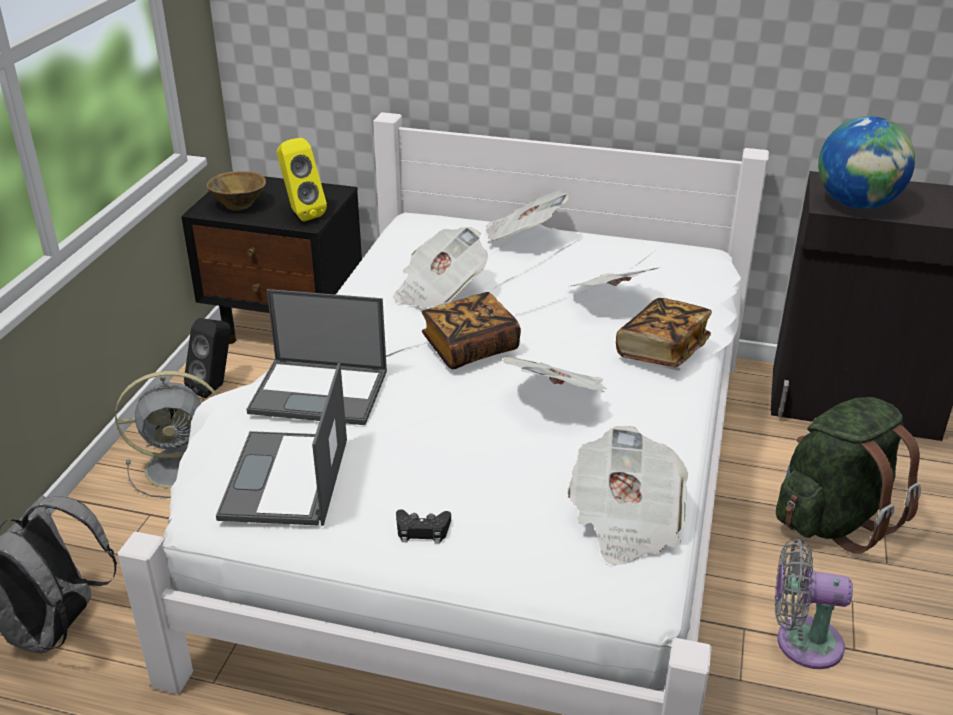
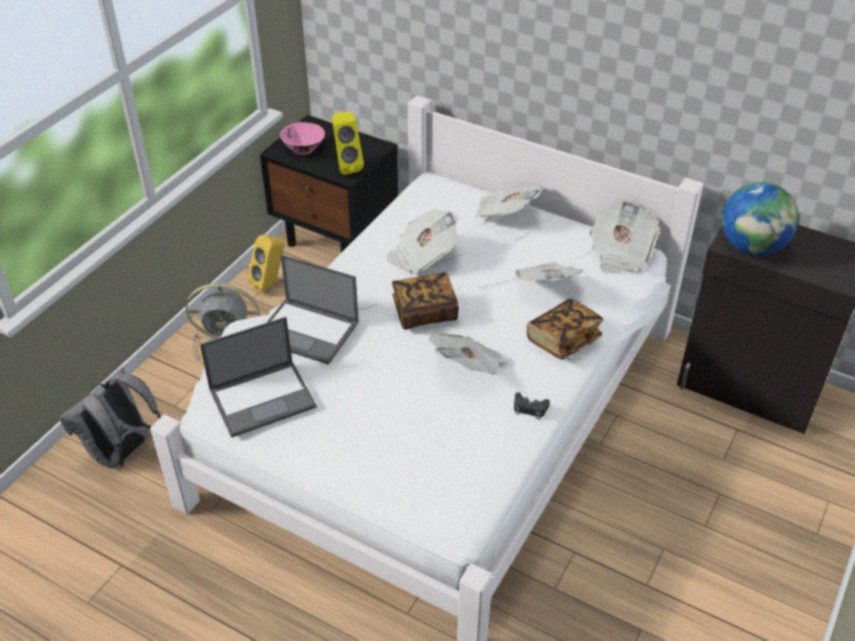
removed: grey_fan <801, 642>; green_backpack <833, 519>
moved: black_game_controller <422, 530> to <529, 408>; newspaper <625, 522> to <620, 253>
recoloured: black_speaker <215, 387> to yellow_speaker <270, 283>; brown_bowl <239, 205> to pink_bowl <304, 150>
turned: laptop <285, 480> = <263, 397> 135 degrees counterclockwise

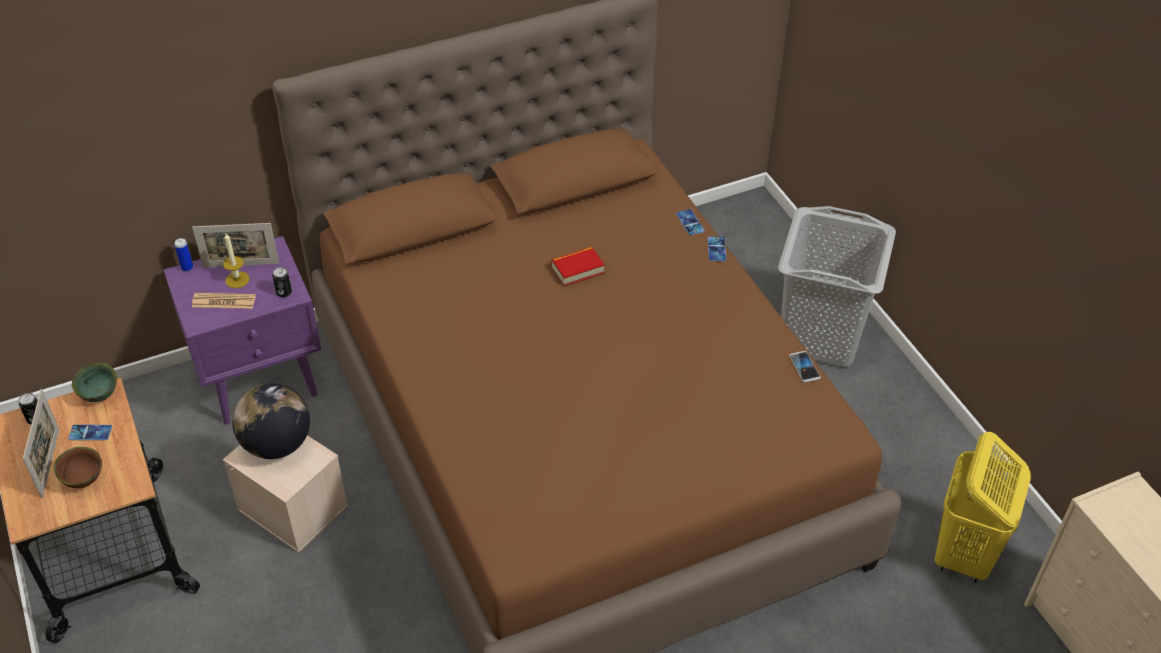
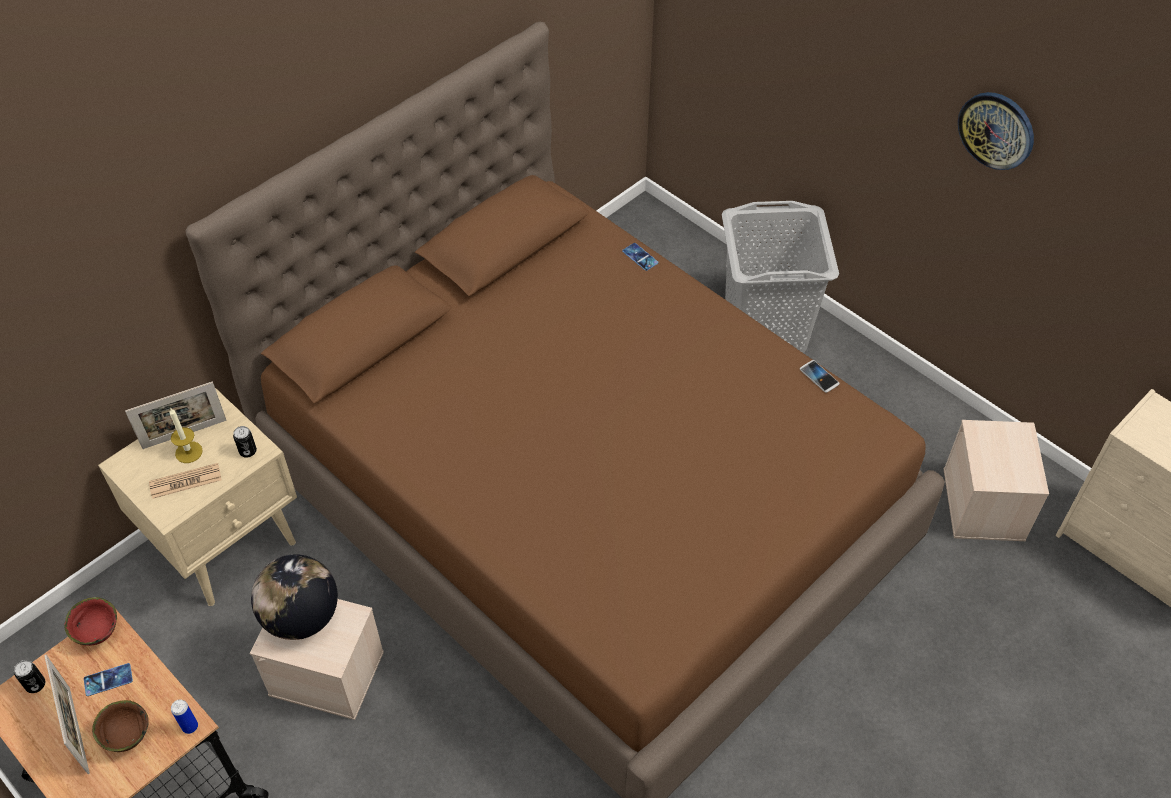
removed: book <577, 270>; phone <716, 249>
added: wall_clock <996, 130>
moved: can <187, 268> to <190, 726>
replaced: yellow_laundry_basket <963, 554> to beige_storage_box <984, 505>
recoloured: green_bowl <101, 395> to red_bowl <99, 632>; purple_nightstand <262, 379> to beige_nightstand <228, 544>

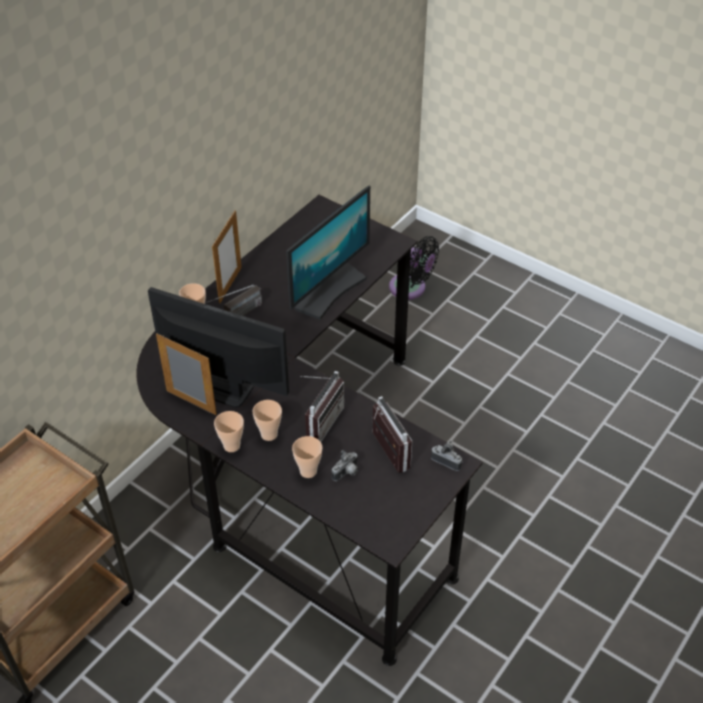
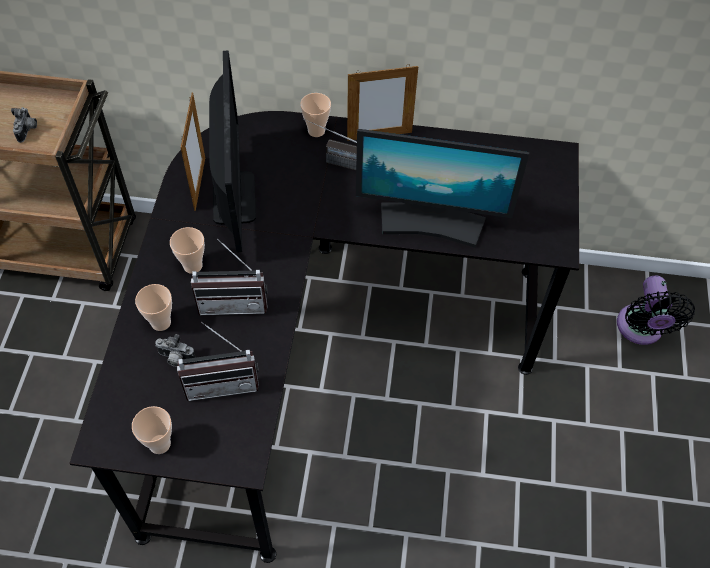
moved: cup <231, 446> to <159, 444>; photo_camera <447, 461> to <28, 131>
turned: radio <384, 452> = <222, 381> 45 degrees clockwise

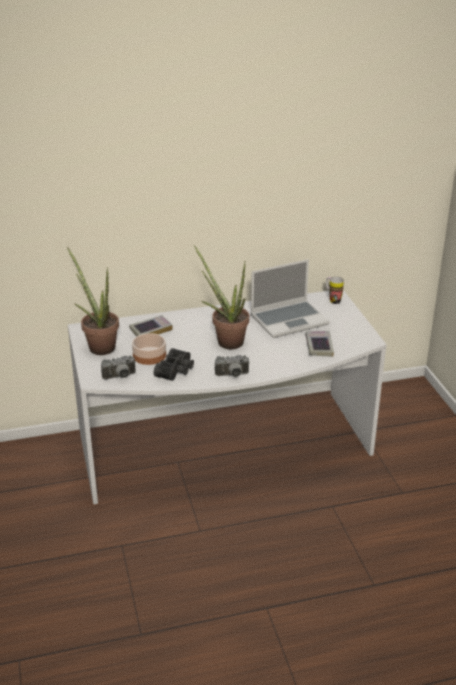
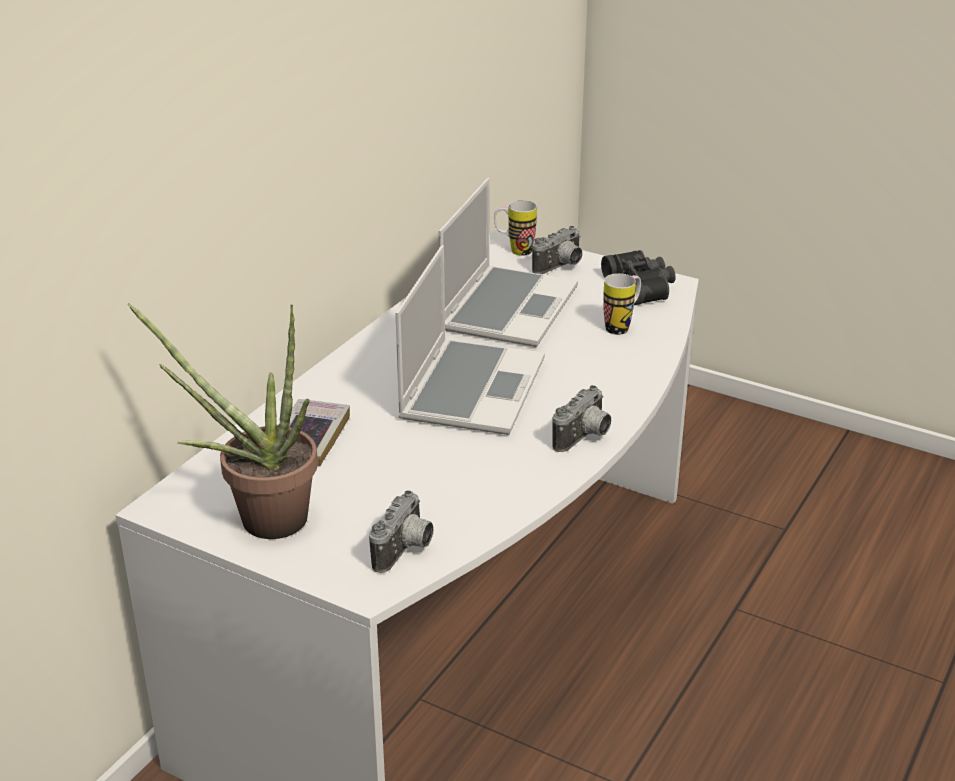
removed: bowl <150, 356>
added: photo_camera <561, 267>
moved: black_binoculars <176, 370> to <641, 287>
replaced: potted_plant <225, 340> to laptop <471, 389>; book <319, 346> to mug <622, 326>

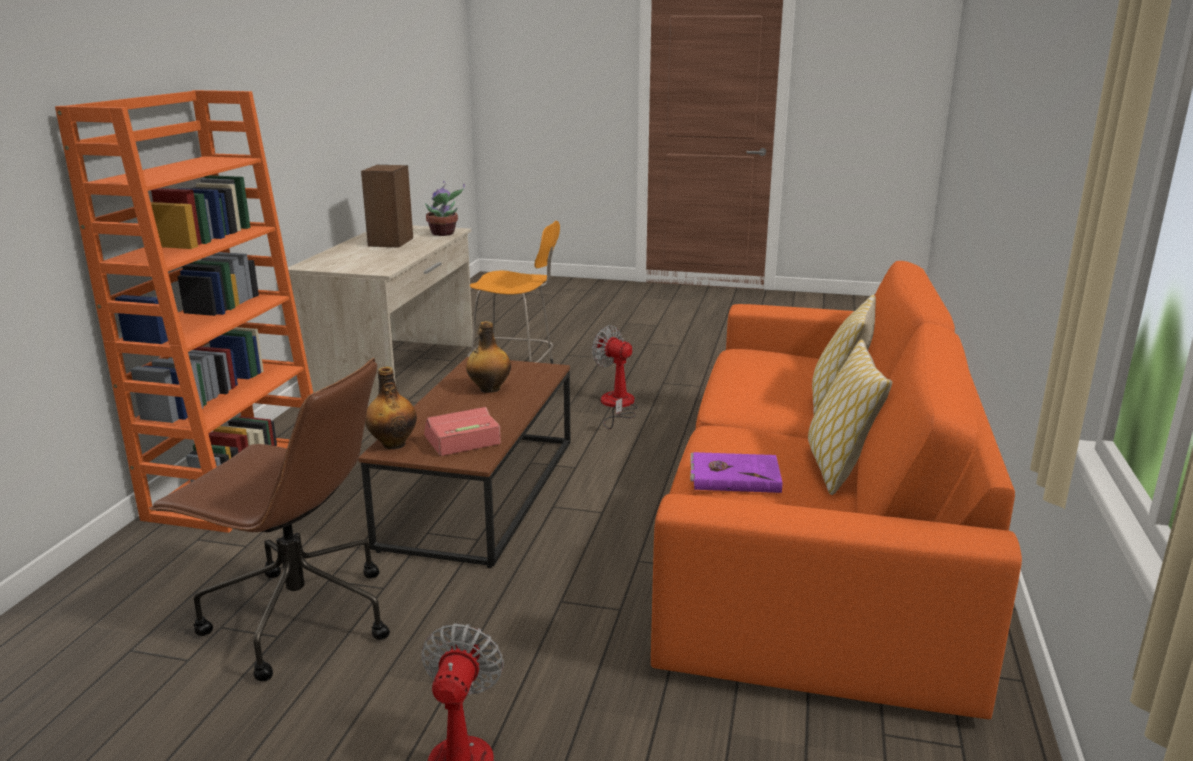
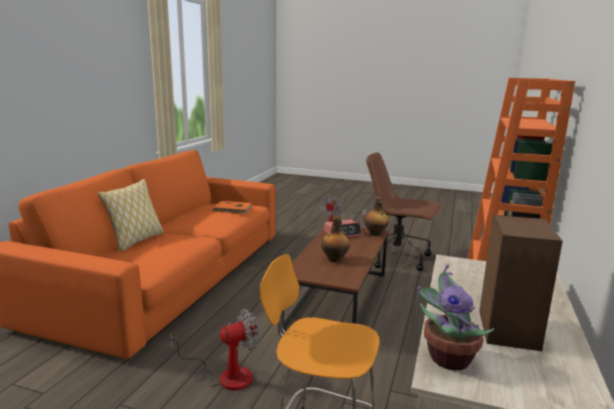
removed: pillow <838, 468>
recoloured: purple_book <734, 476> to orange_book <232, 209>
turned: fan <617, 406> = <225, 376> 75 degrees counterclockwise

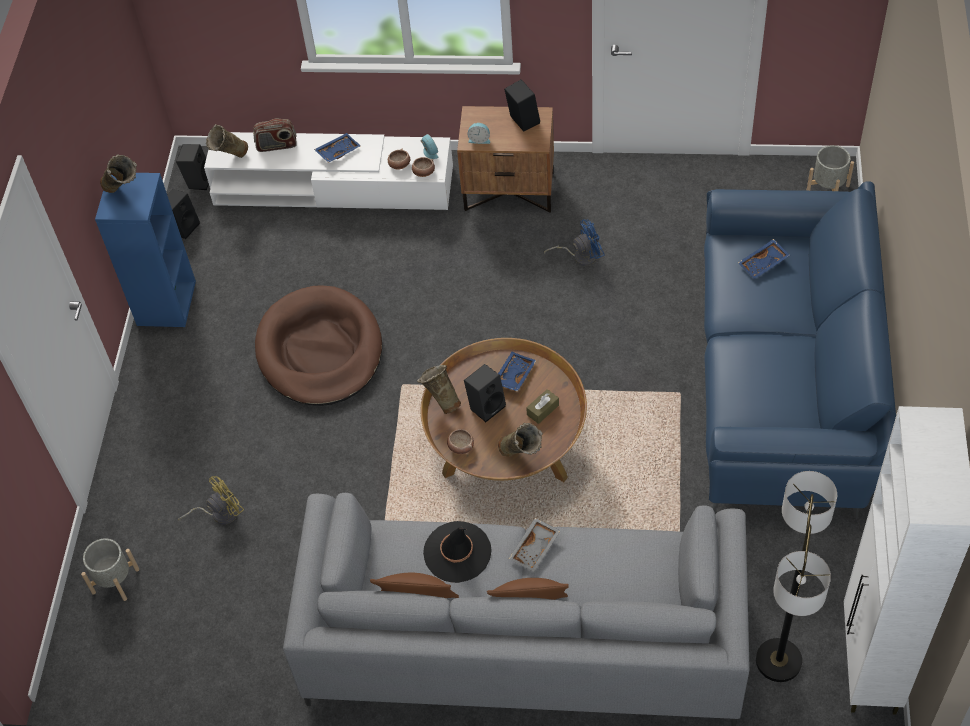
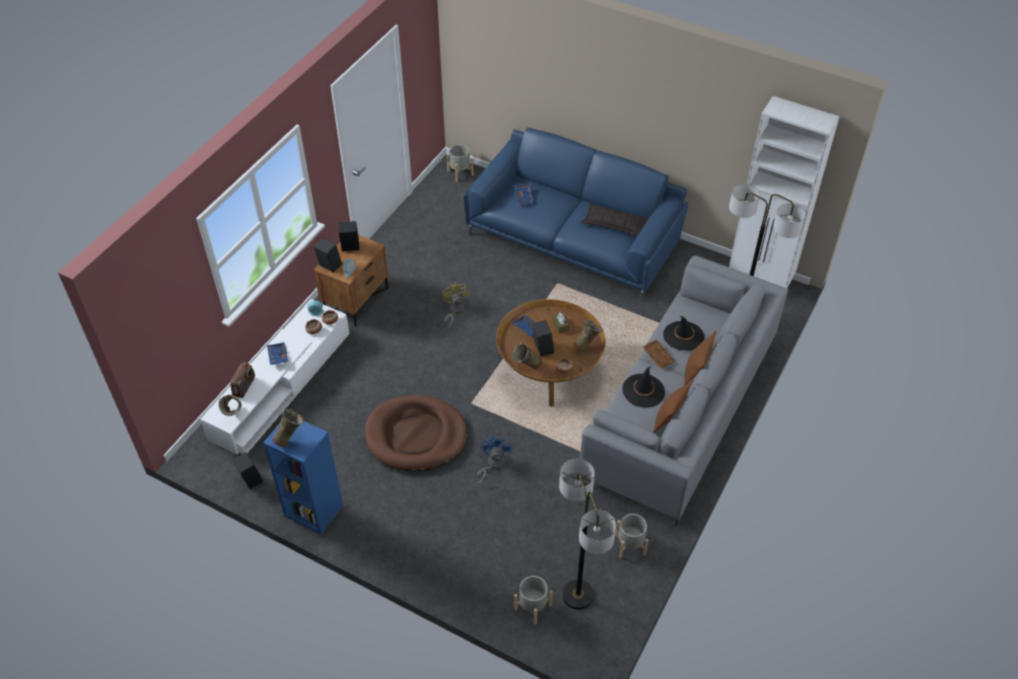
added: floor_lamp <578, 595>; pillow <615, 224>; grey_planter <630, 545>; black_hat <683, 336>
moved: black_speaker <198, 180> to <328, 266>; yellow_fan <219, 513> to <455, 311>; blue_fan <580, 256> to <493, 464>
recoloured: grey_tray <535, 549> to brown_tray <658, 356>

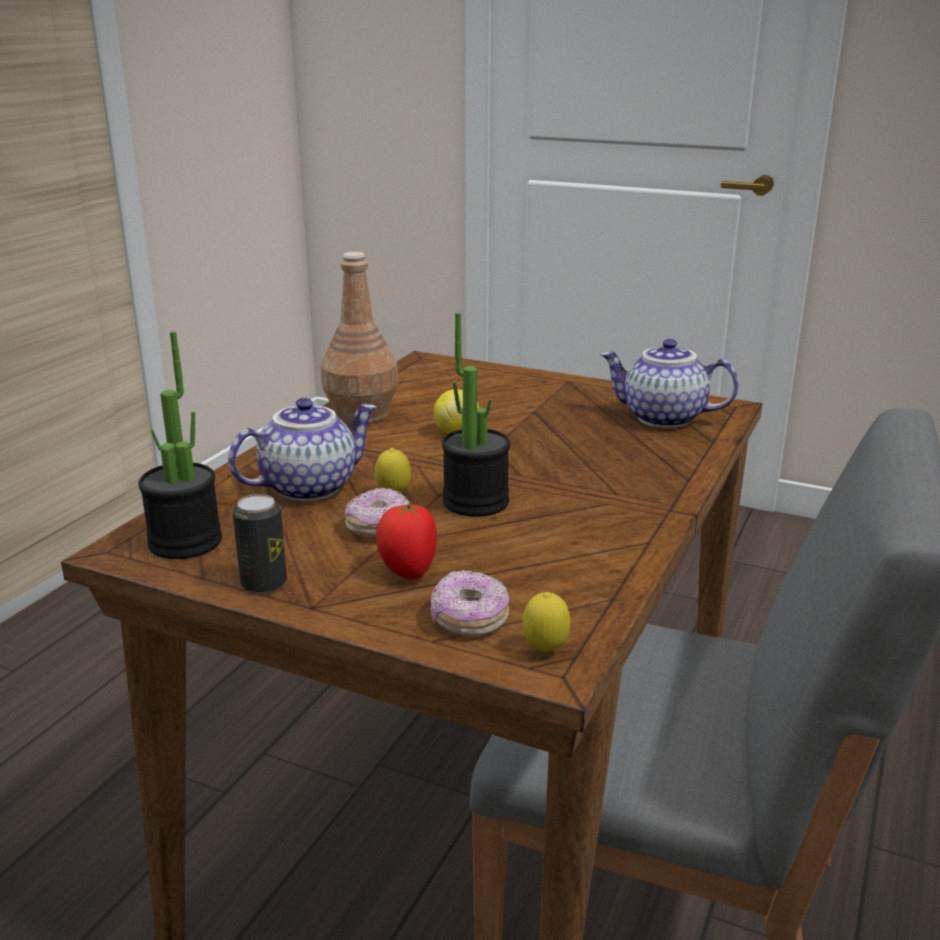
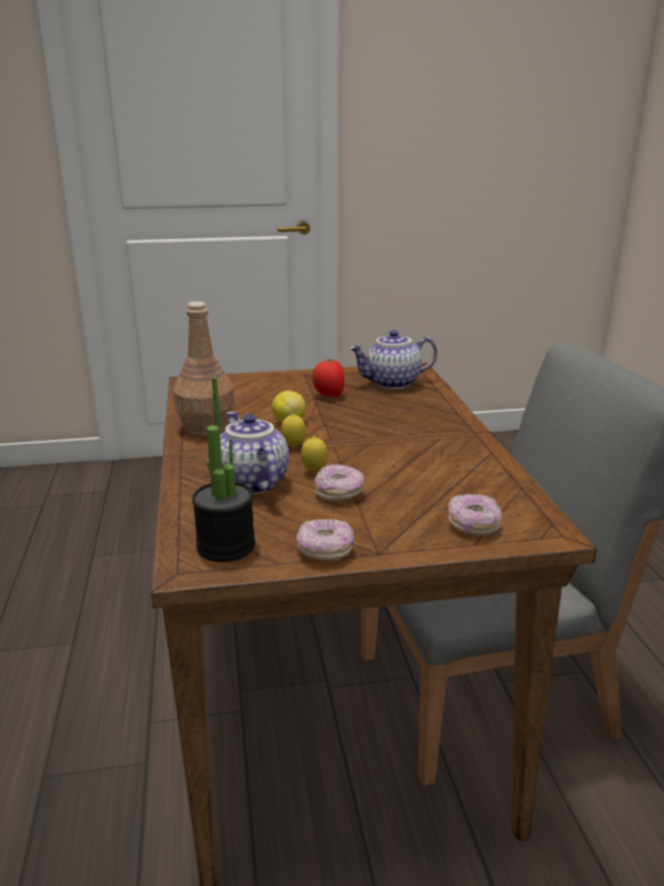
removed: potted_plant <475, 502>
moved: tomato <407, 572> to <328, 395>; lemon <545, 651> to <293, 447>
replaced: can <264, 583> to donut <325, 551>
turned: teapot <309, 486> = <250, 483> 45 degrees counterclockwise

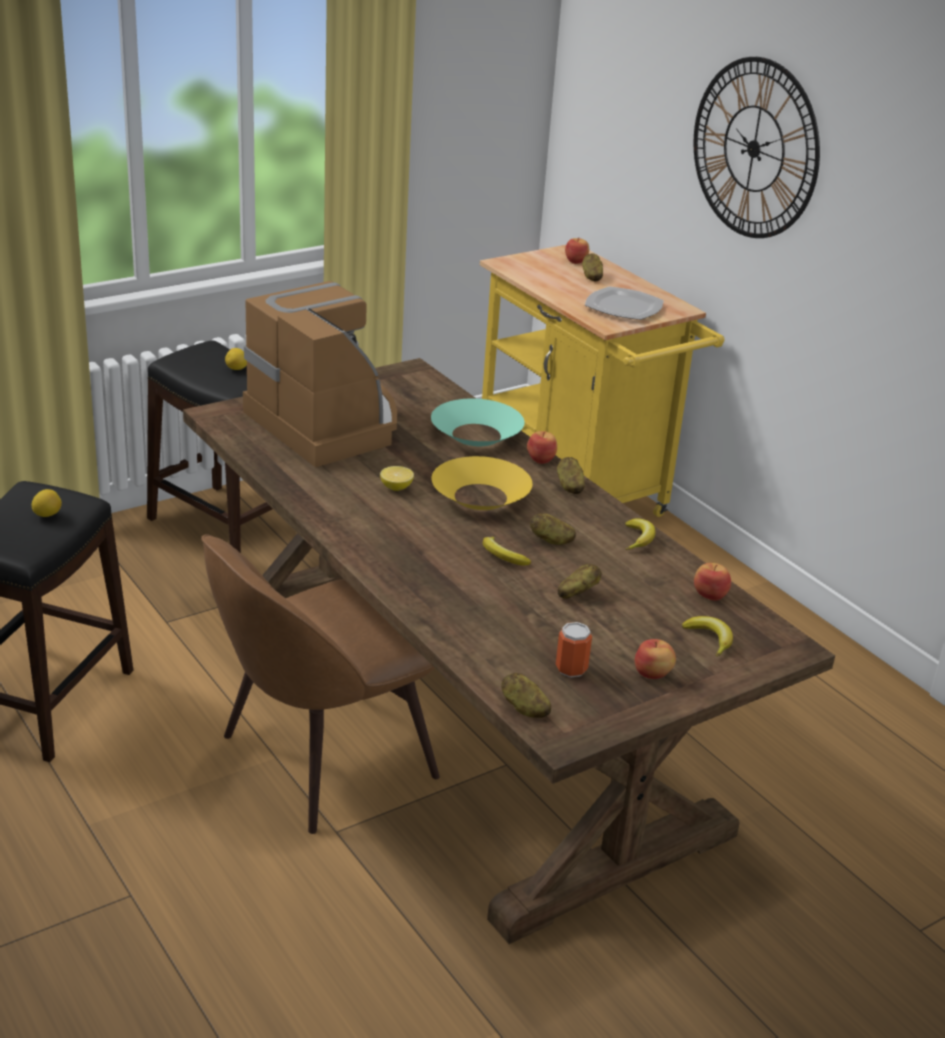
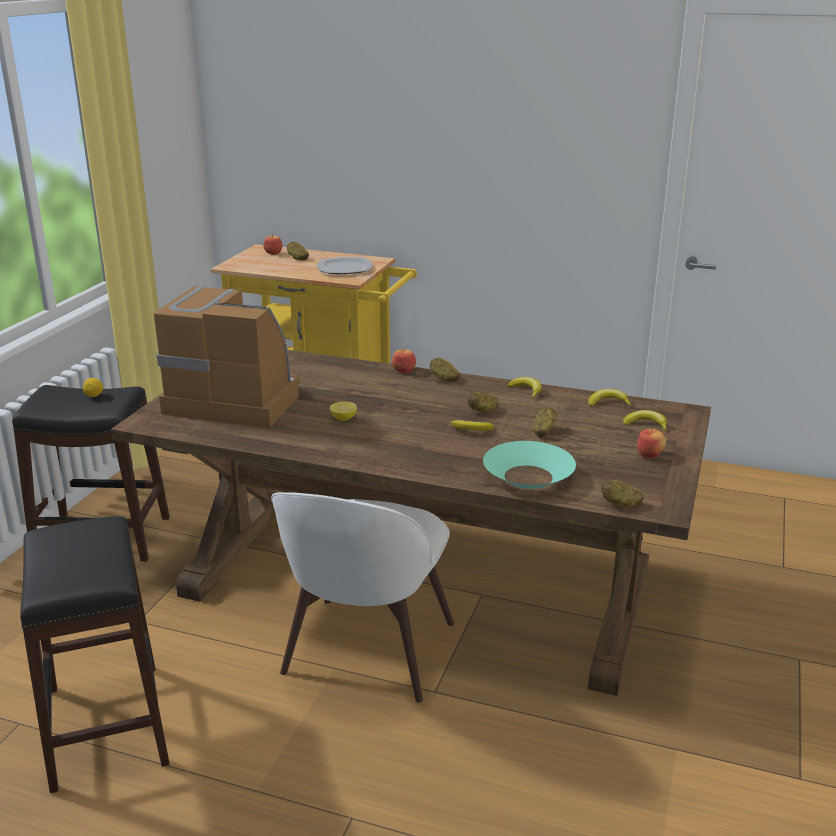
removed: lemon <47, 514>; yellow_bowl <481, 496>; can <571, 669>; wall_clock <754, 149>
moved: turquoise_bowl <476, 434> to <528, 477>
replaced: apple <710, 594> to banana <608, 403>
recoloured: brown_chair <321, 759> to white_chair <367, 653>

